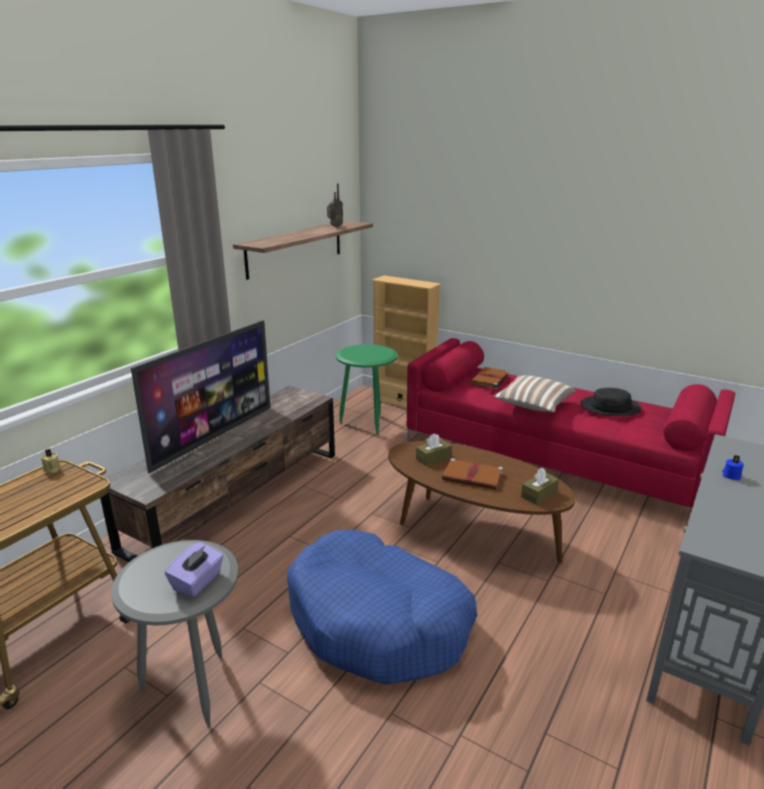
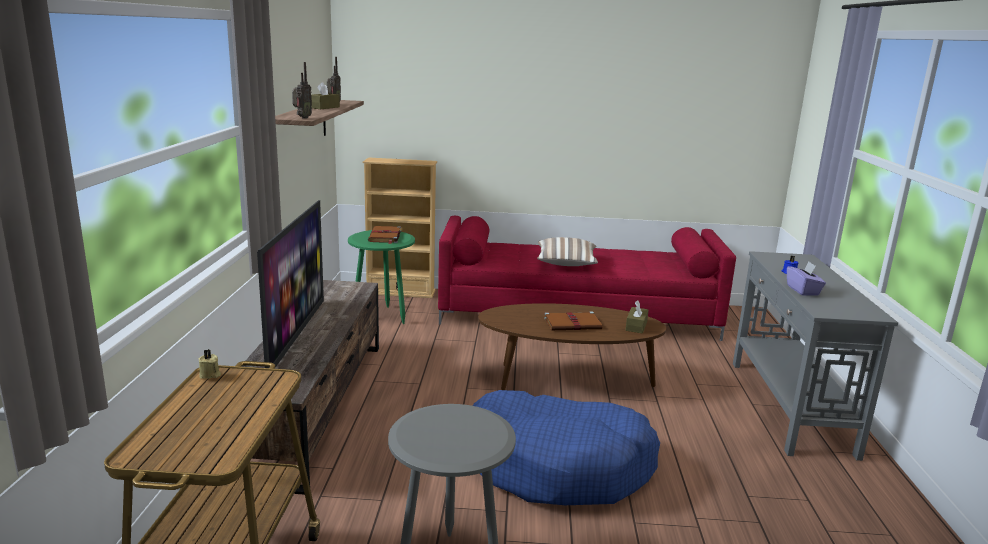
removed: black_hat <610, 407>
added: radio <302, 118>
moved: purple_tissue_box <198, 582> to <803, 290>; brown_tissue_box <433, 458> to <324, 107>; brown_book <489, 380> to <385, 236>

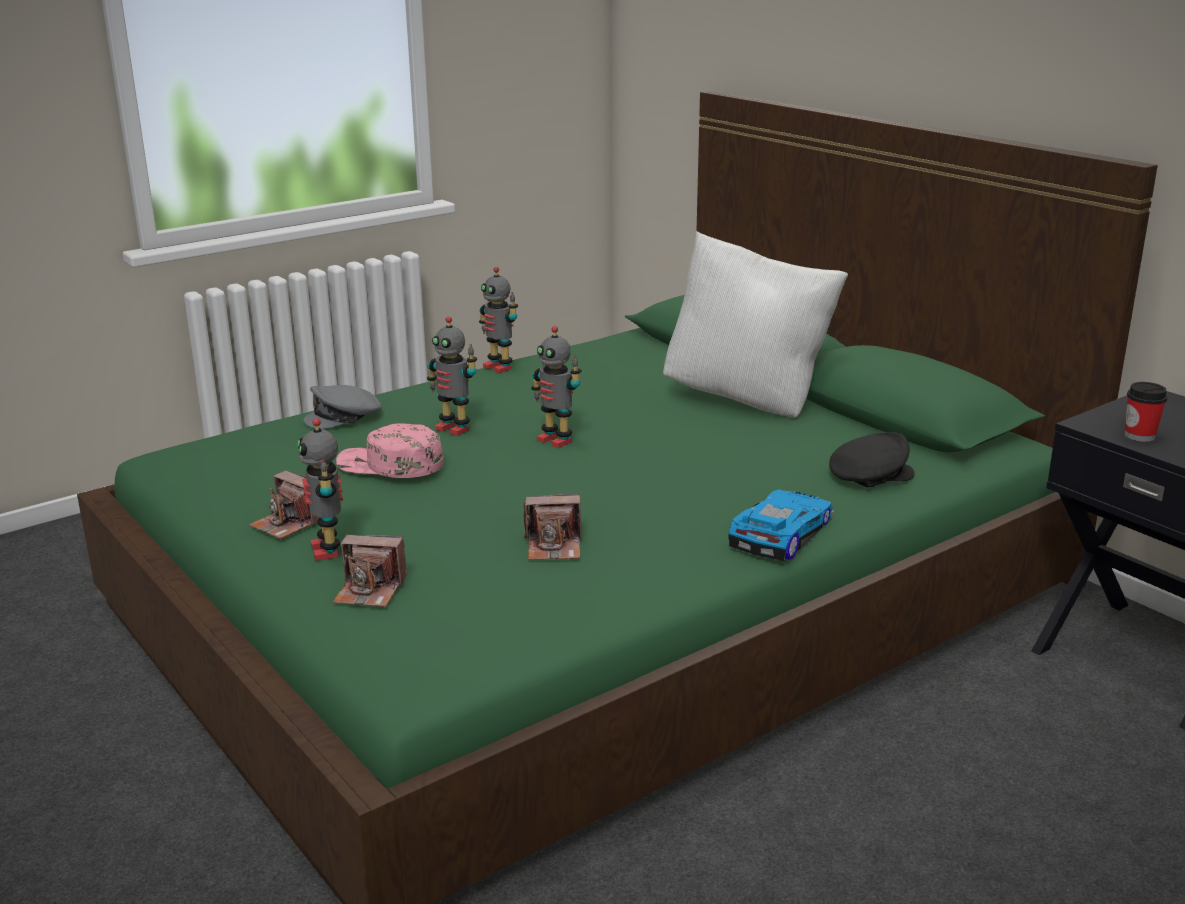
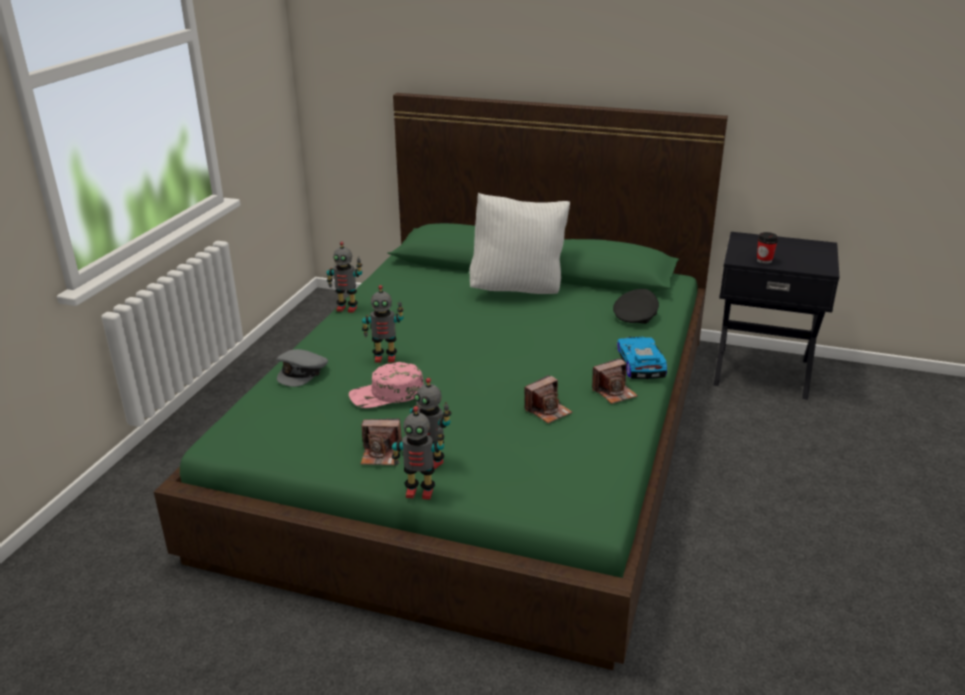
moved: photo_camera <370, 591> to <614, 392>; toy_robot <556, 440> to <420, 492>

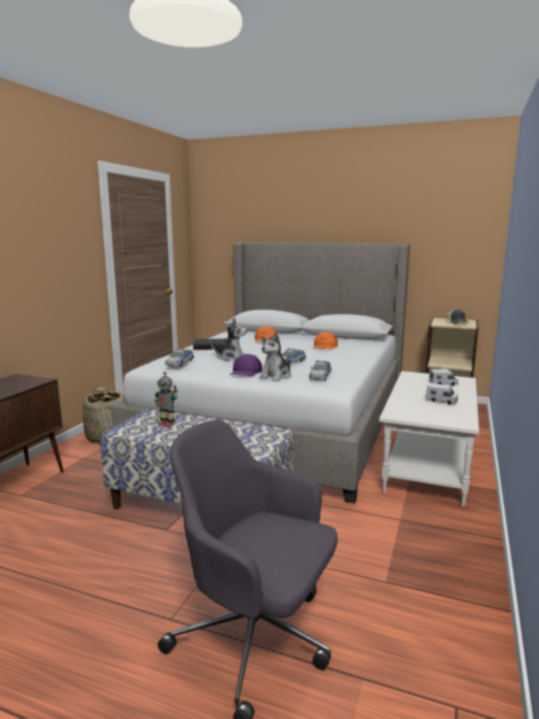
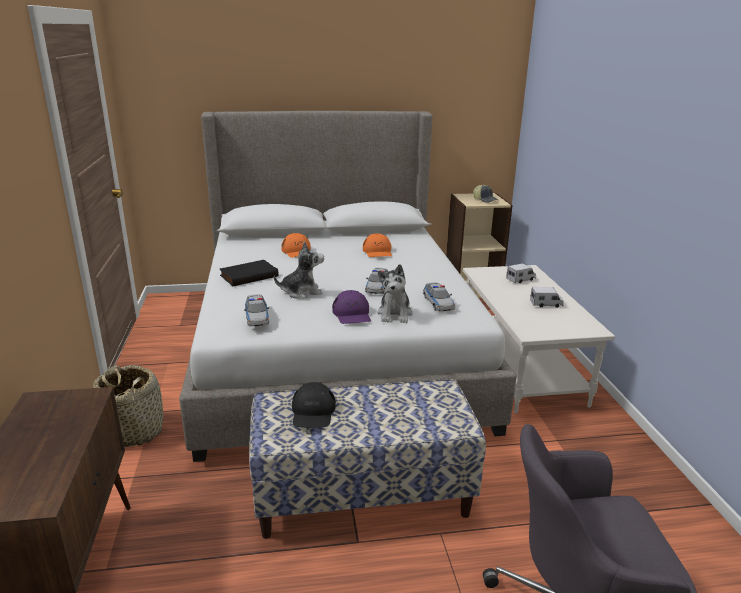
replaced: toy_robot <167, 424> to black_cap <313, 412>

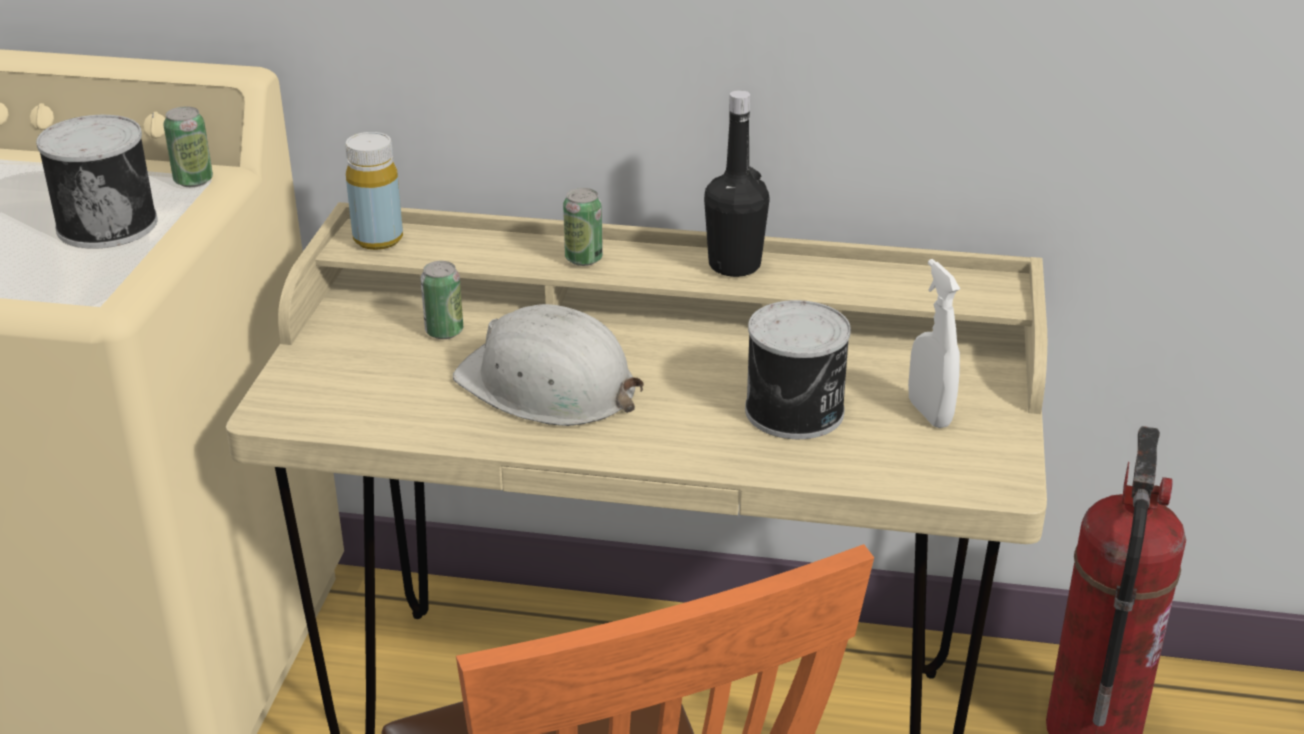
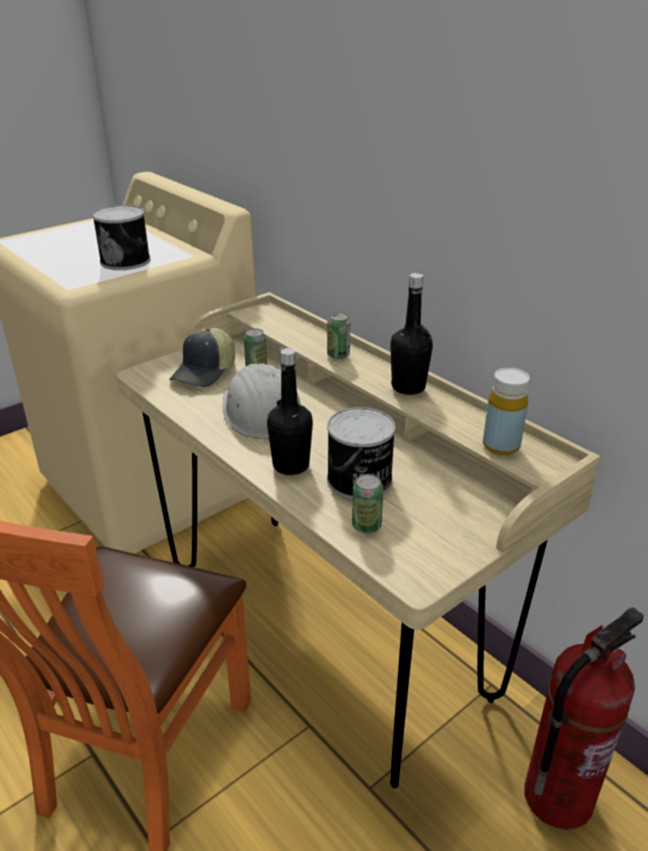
removed: white_spray_bottle <929, 413>
added: cap <205, 372>; black_bottle <291, 465>
moved: can <193, 181> to <366, 526>; yellow_bottle <378, 239> to <501, 446>

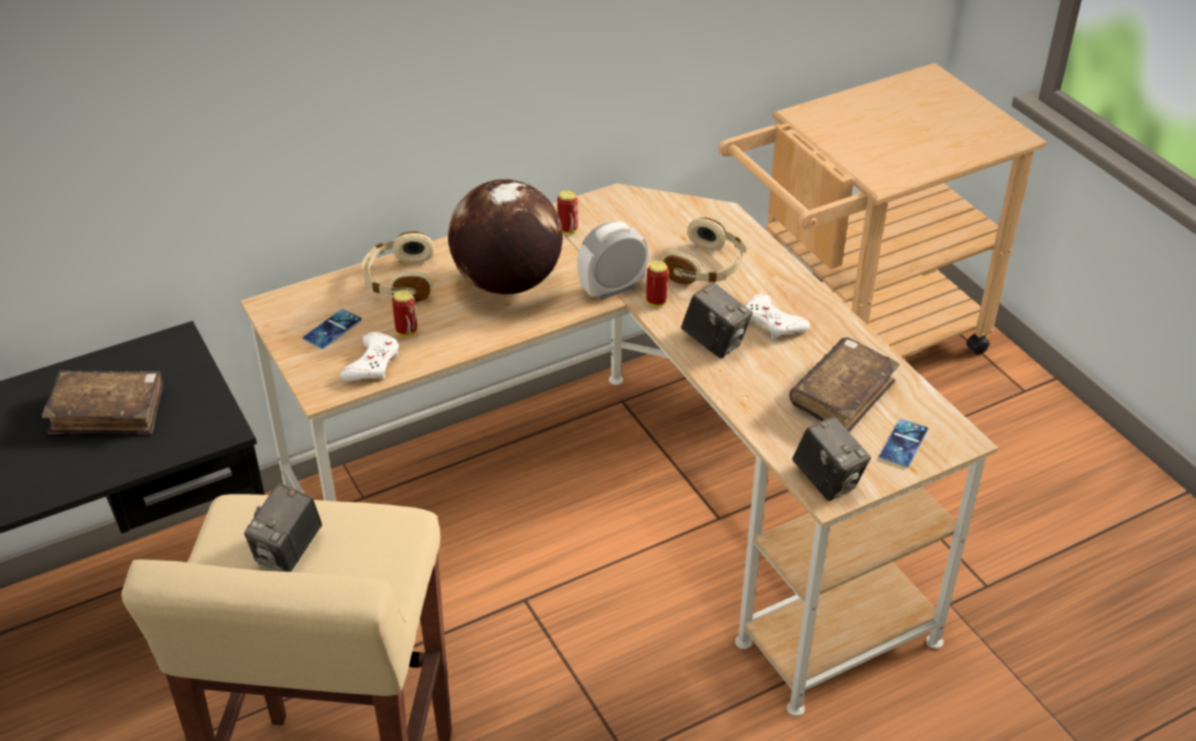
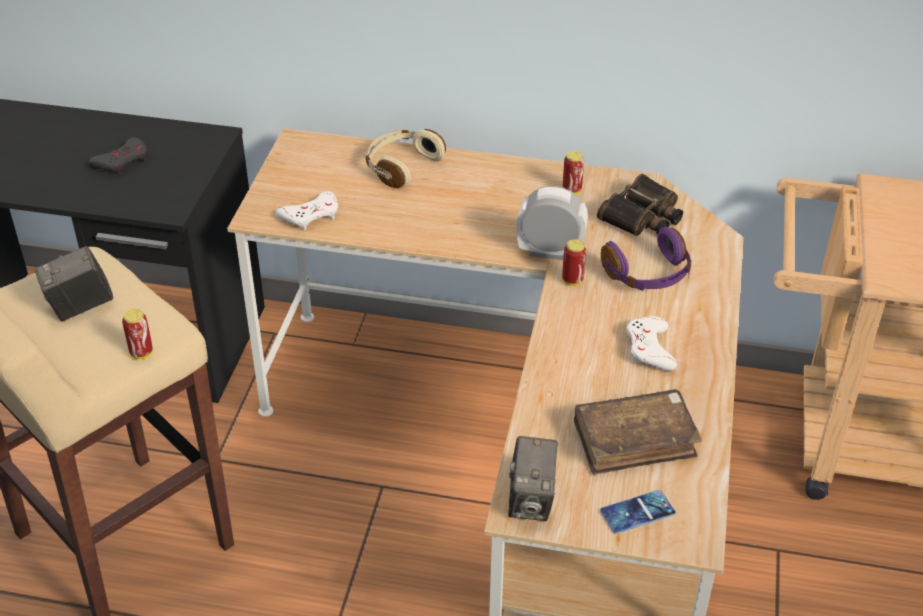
removed: phone <332, 329>; globe <507, 283>; photo_camera <715, 342>
added: binoculars <643, 216>
moved: can <406, 331> to <141, 353>
replaced: brown_book <108, 412> to grey_game_controller <122, 161>
recoloured: beige_headphones <706, 268> to purple_headphones <648, 275>

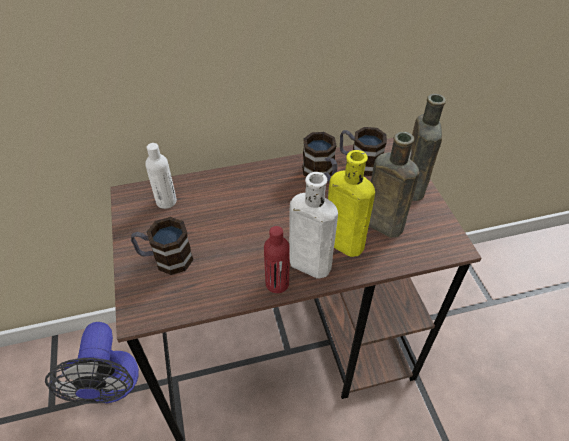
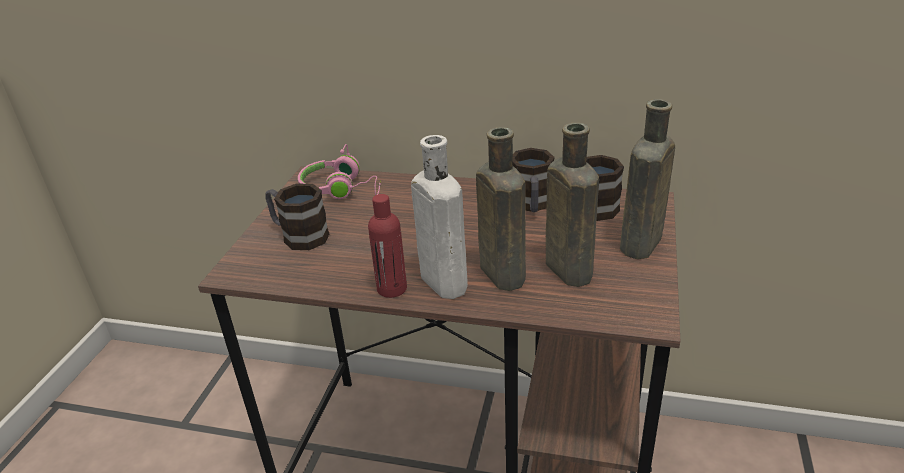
removed: fan <111, 387>
replaced: white_bottle <166, 201> to pink_headphones <342, 189>
recoloured: yellow_bottle <341, 241> to brown_bottle <500, 272>

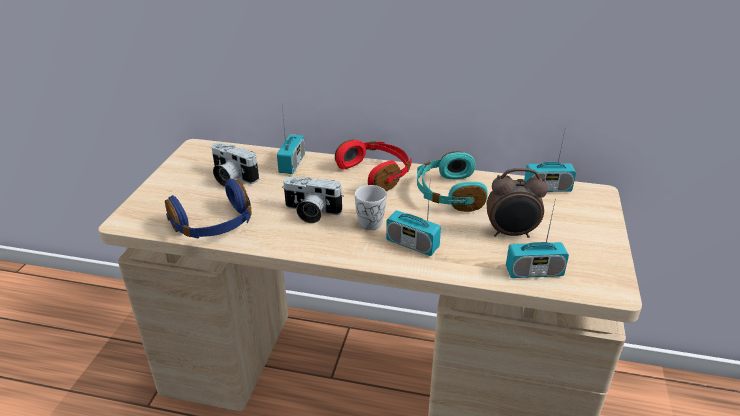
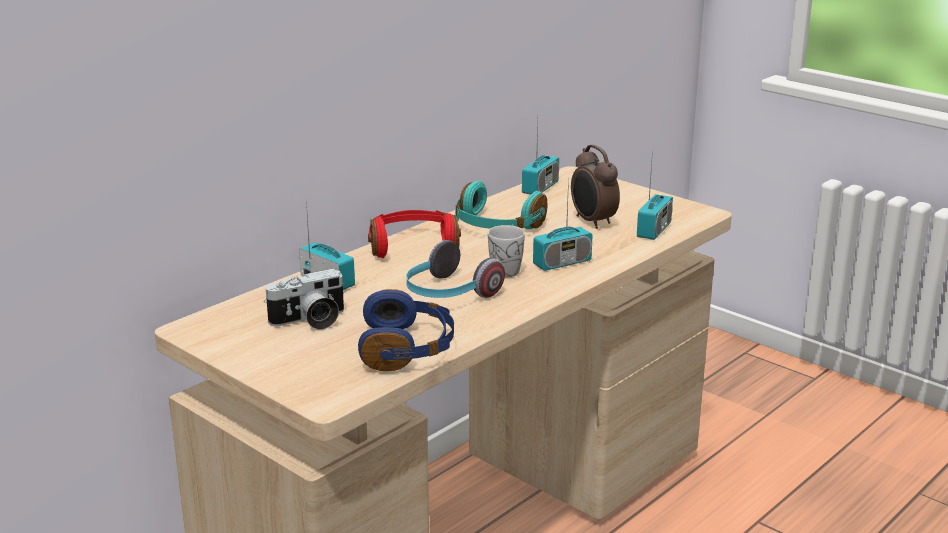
replaced: photo_camera <311, 213> to headphones <448, 294>
turned: alarm_clock <511, 233> = <592, 222> 120 degrees clockwise

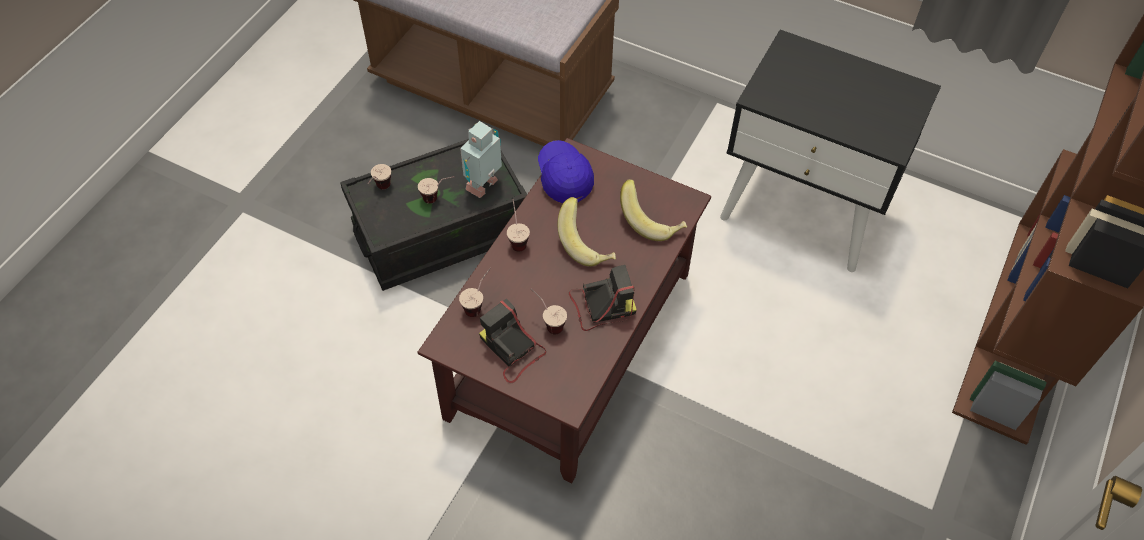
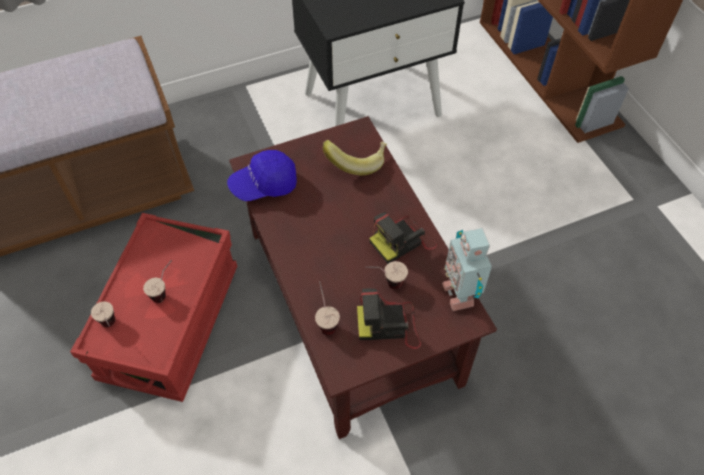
removed: cup <517, 238>; banana <587, 244>
moved: toy_robot <484, 186> to <460, 293>
recoloured: black_storage_box <440, 232> to red_storage_box <170, 322>
turned: blue_cap <564, 177> = <264, 185> 45 degrees counterclockwise; photo_camera <601, 306> = <402, 241> 150 degrees counterclockwise

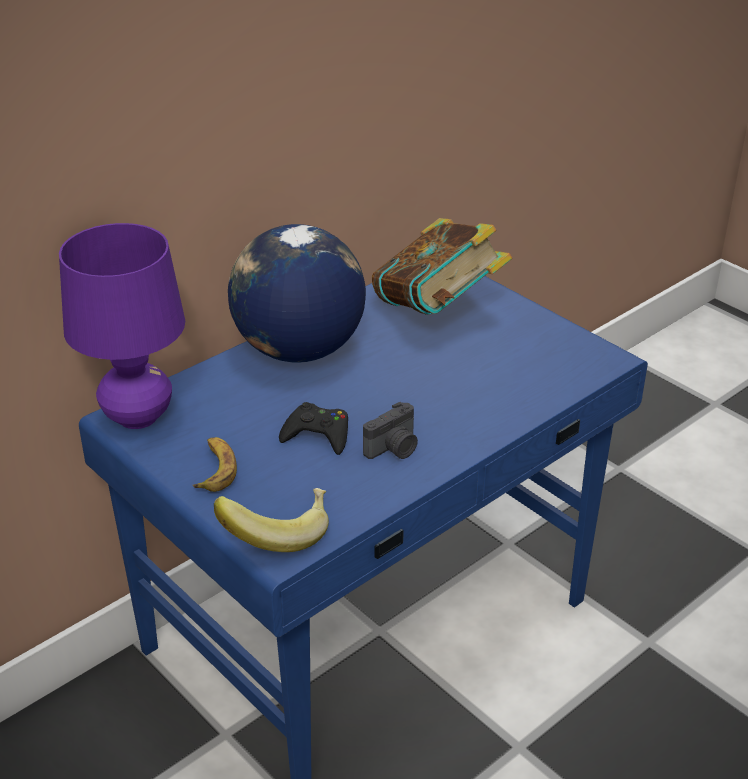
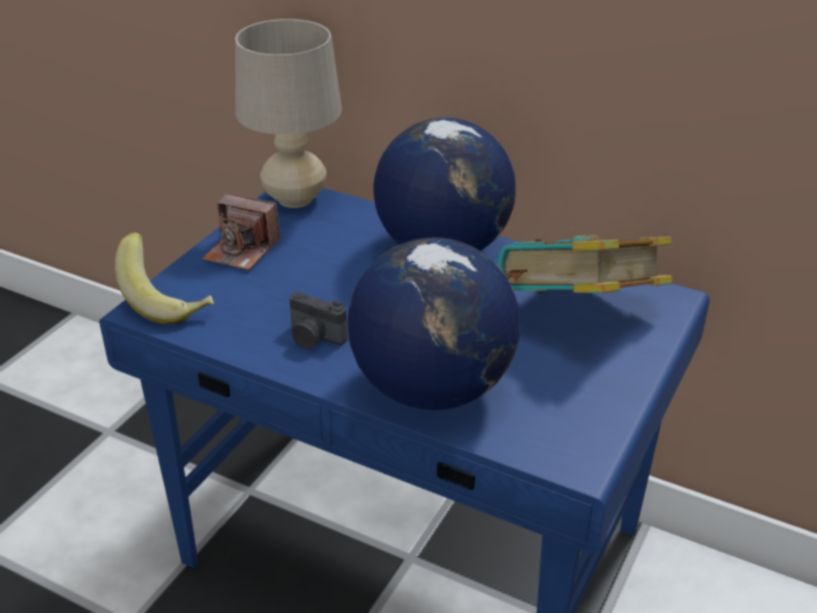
removed: black_game_controller <318, 434>
added: globe <432, 388>
replaced: banana <215, 469> to photo_camera <242, 251>
recoloured: purple_table_lamp <137, 417> to beige_table_lamp <295, 199>

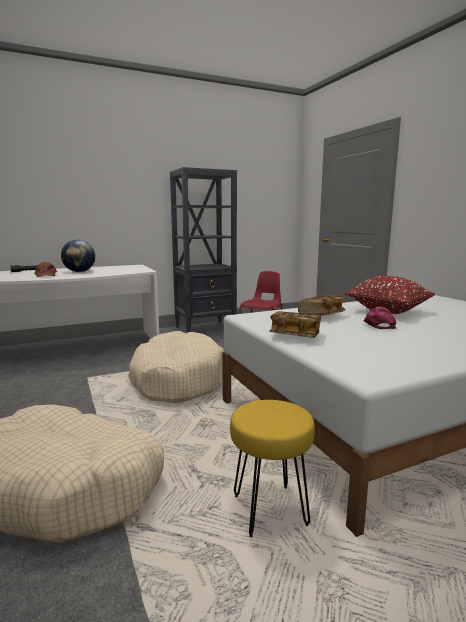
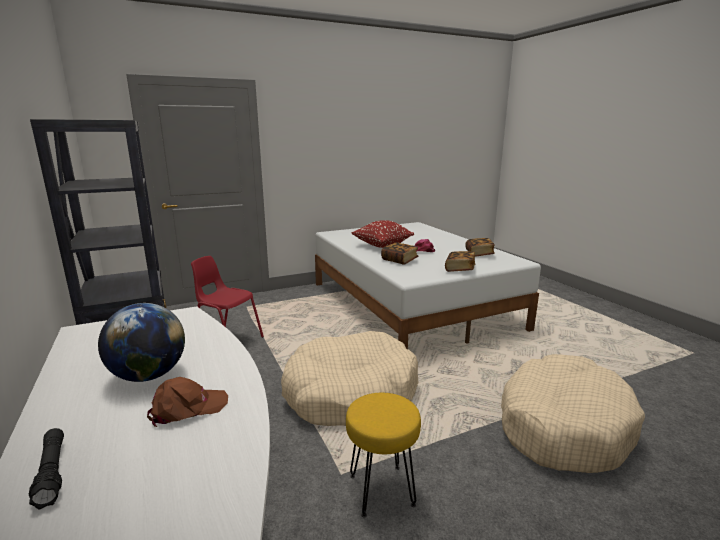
added: book <479, 254>
moved: yellow_stool <270, 510> to <380, 489>

